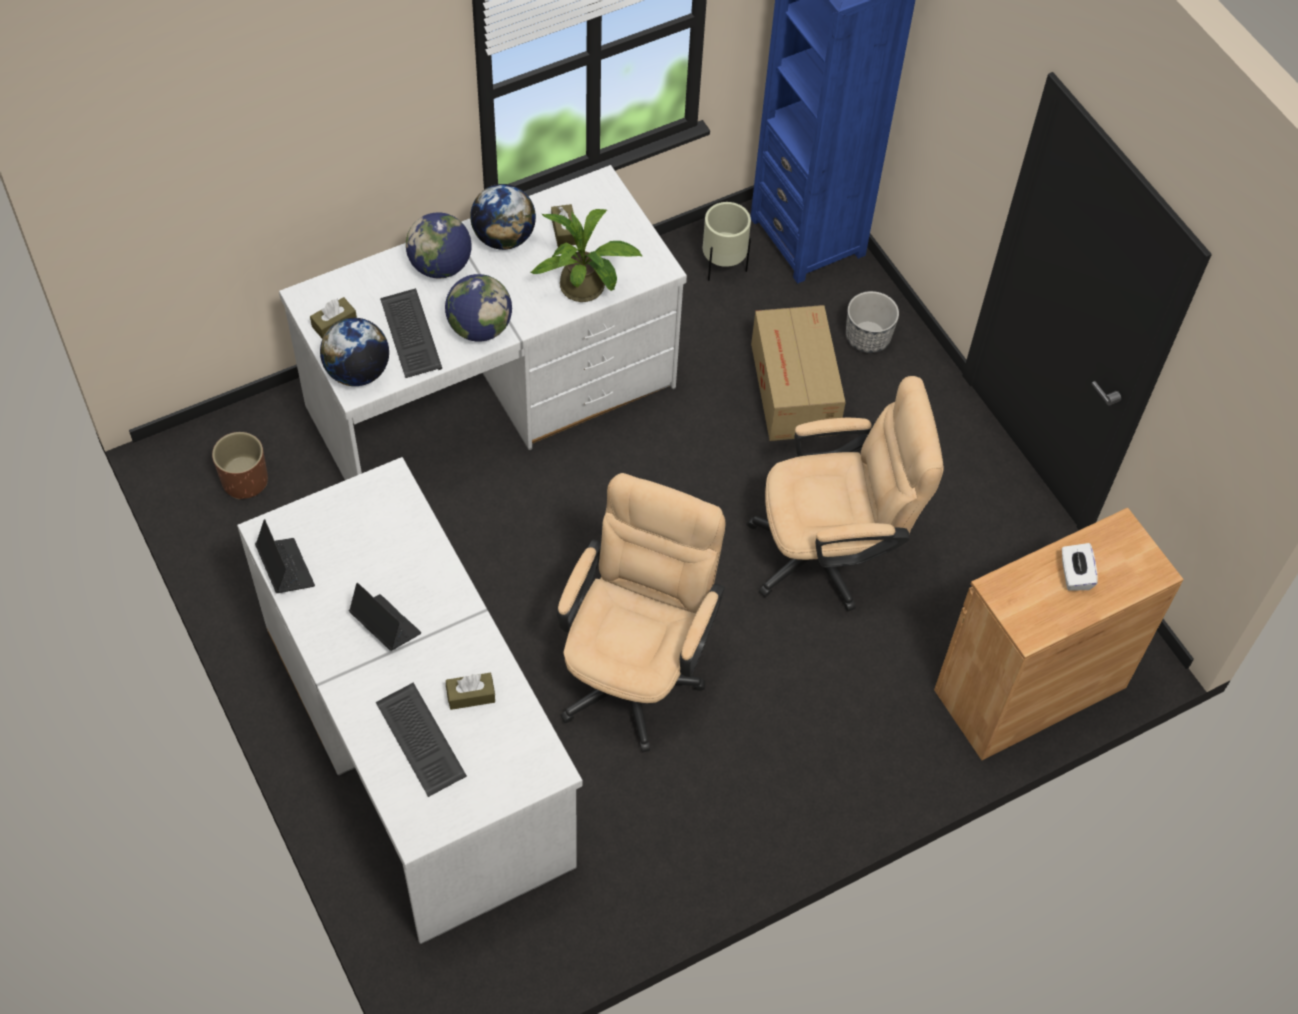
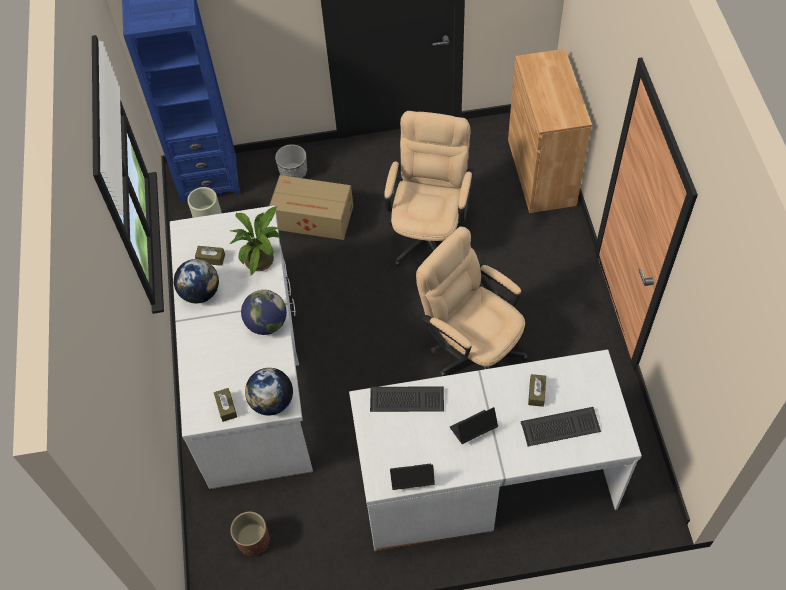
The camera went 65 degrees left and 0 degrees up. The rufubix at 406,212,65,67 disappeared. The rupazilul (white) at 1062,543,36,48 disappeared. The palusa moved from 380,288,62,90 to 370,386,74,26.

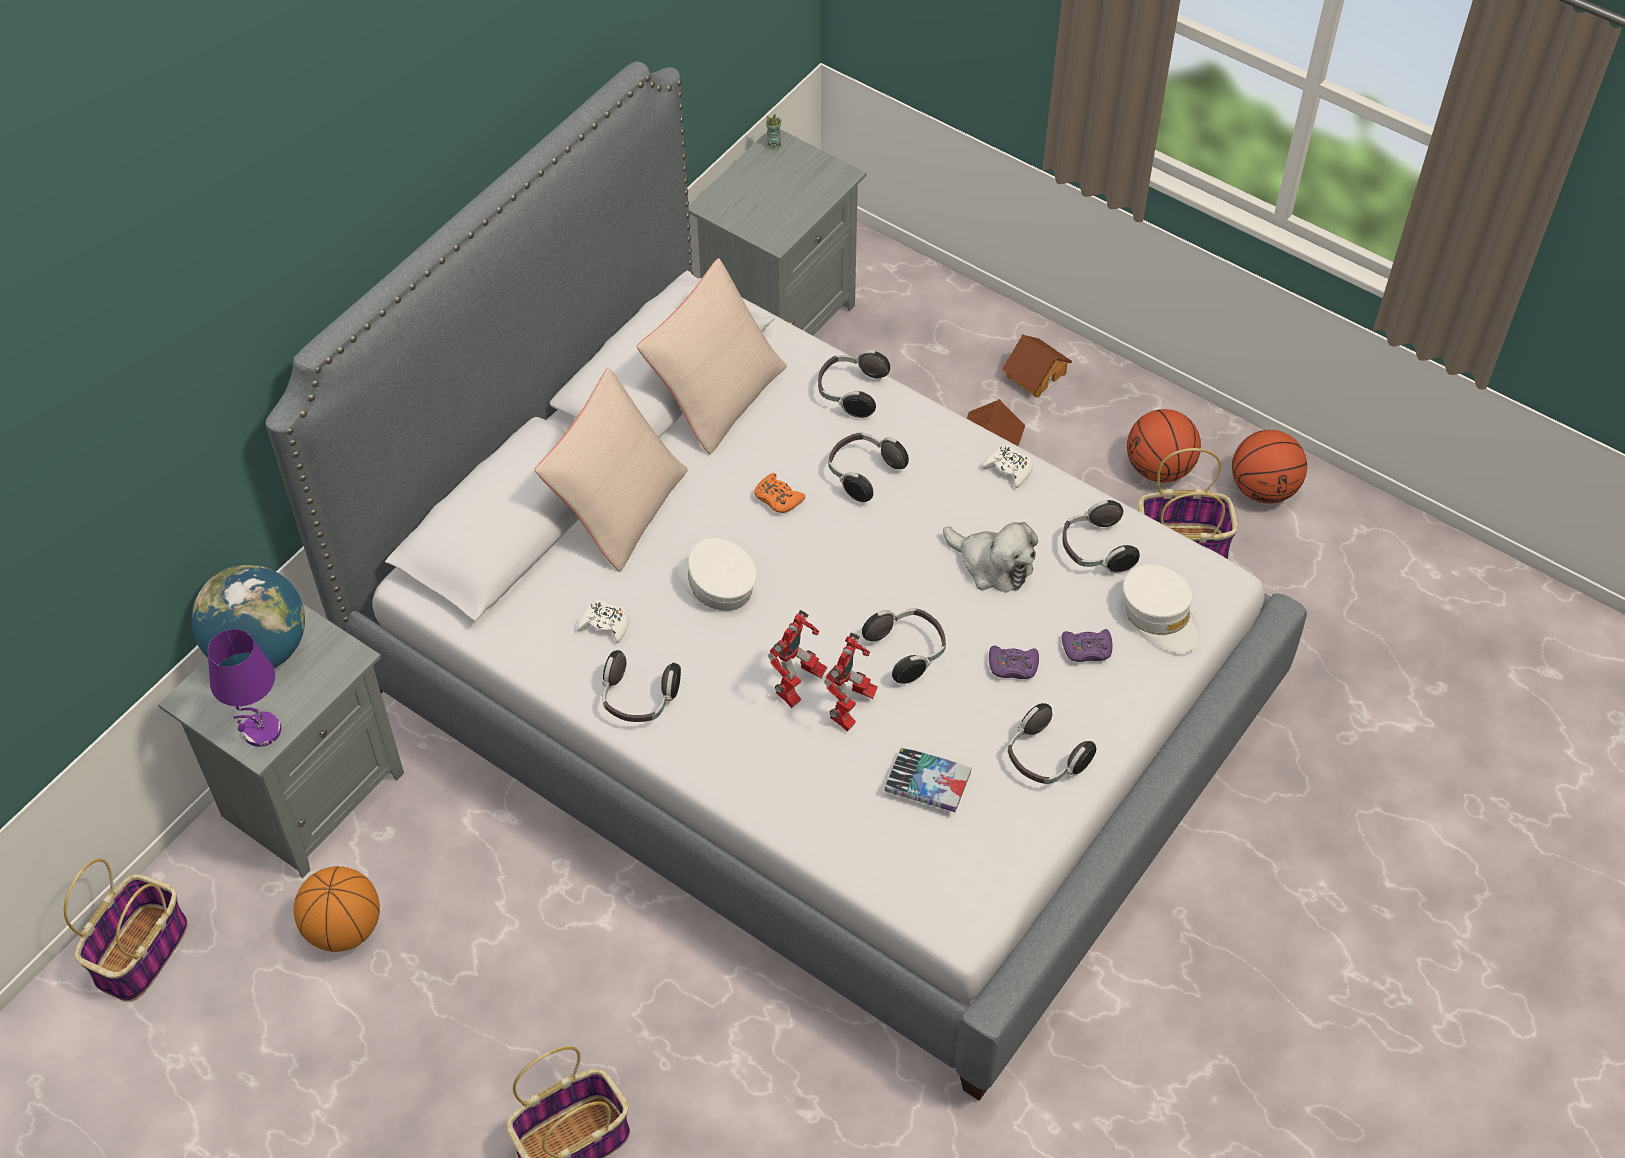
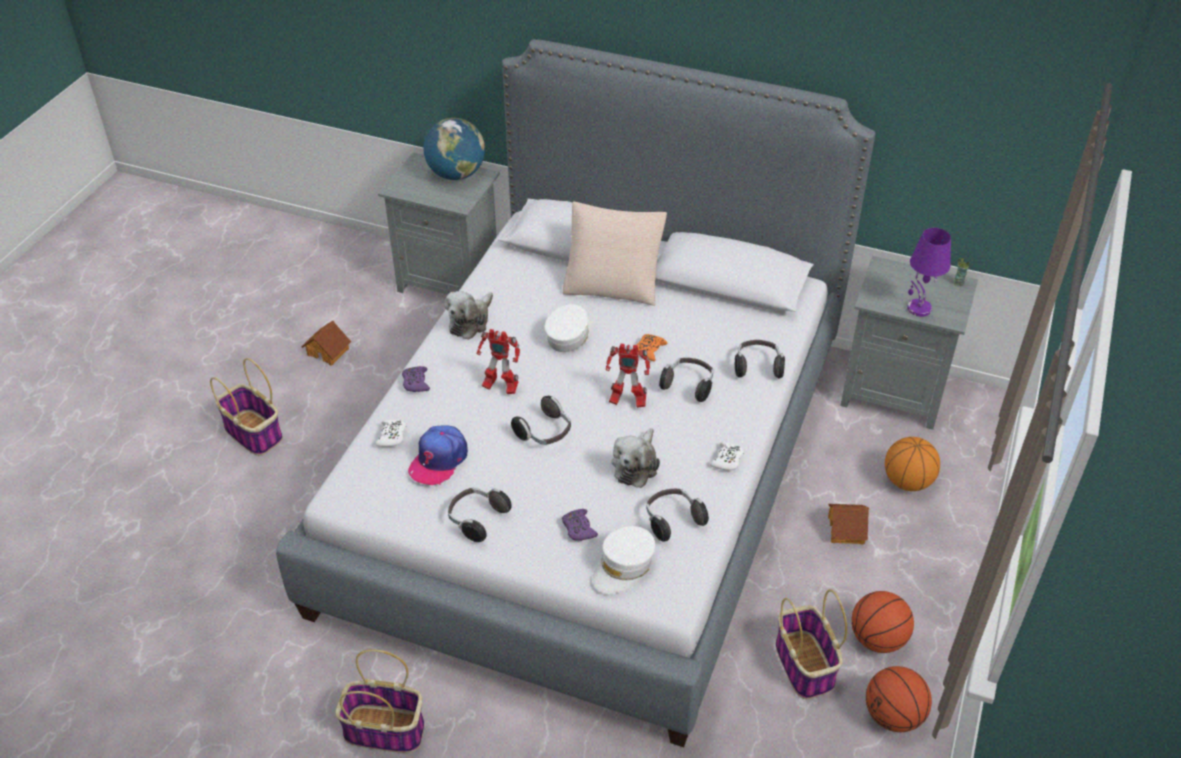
The camera went 75 degrees right and 10 degrees down. The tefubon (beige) at 637,258,150,196 disappeared. The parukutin moved from 64,858,124,144 to 335,649,89,104. The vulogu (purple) moved from 208,629,73,118 to 907,228,44,89. The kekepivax moved from 294,866,86,86 to 885,437,55,54. The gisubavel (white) moved from 577,600,52,43 to 376,419,31,28. The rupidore moved from 824,633,54,99 to 606,344,44,64. The gisubavel (purple) moved from 989,646,50,33 to 402,366,28,26. The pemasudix moved from 1002,334,70,64 to 301,321,50,45. The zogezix at 602,650,79,72 was replaced by the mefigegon at 444,291,49,49. The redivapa at 885,747,87,65 was replaced by the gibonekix at 408,425,60,60.

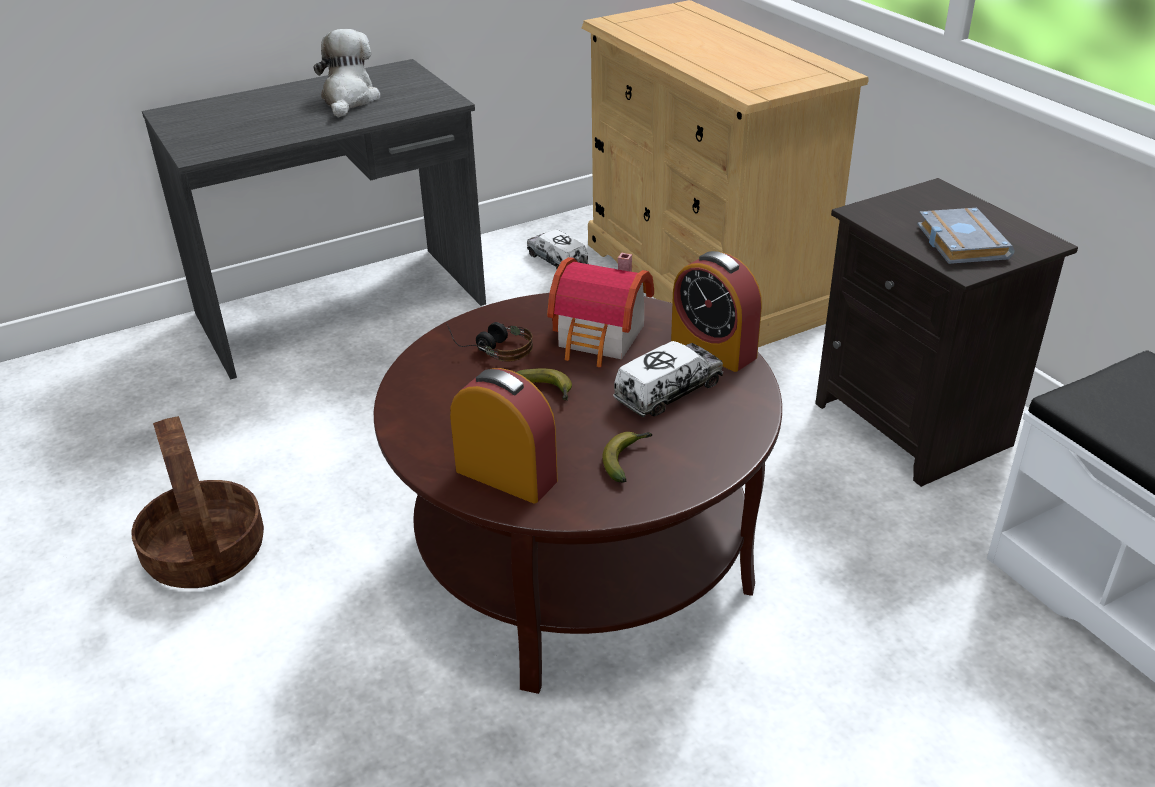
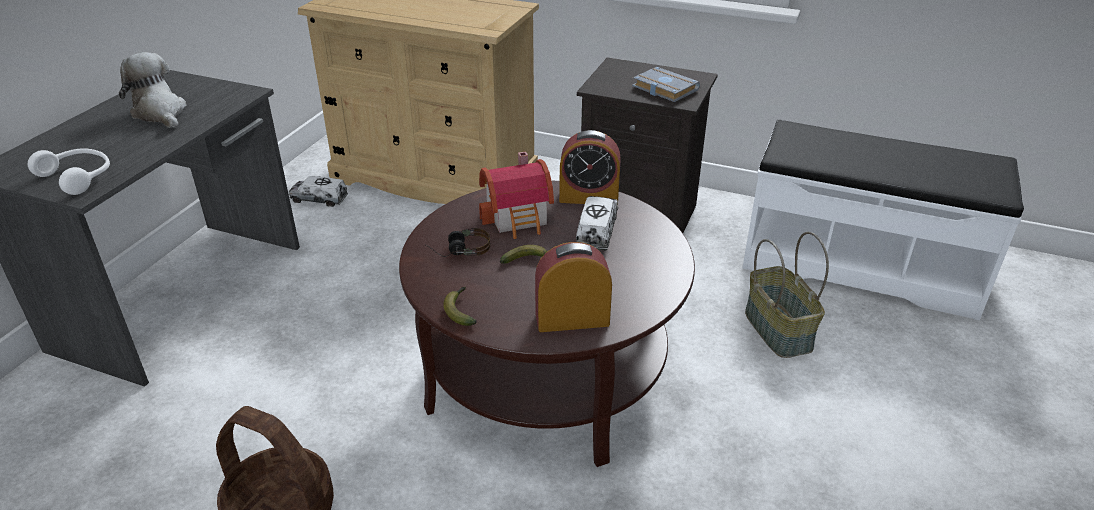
The camera went 40 degrees left and 0 degrees up. The zogezix (white) at 28,148,82,47 appeared. The parukutin at 745,232,84,126 appeared. The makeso moved from 602,432,50,51 to 443,287,34,39.

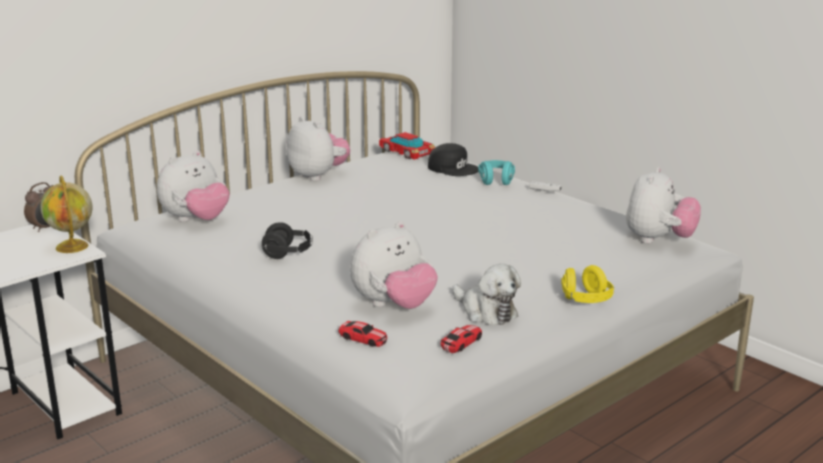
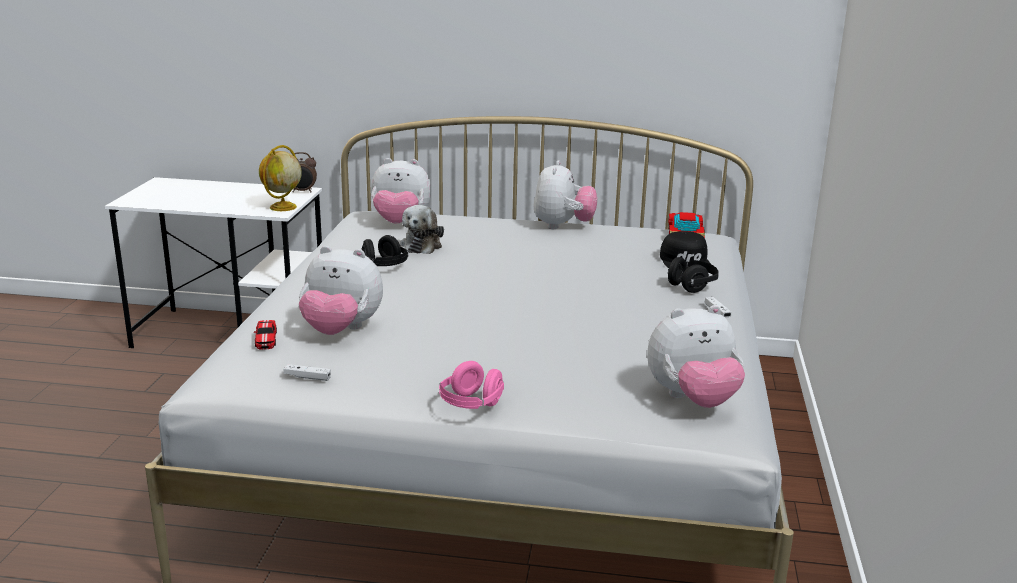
The camera went 50 degrees right and 0 degrees up. The mefigegon moved from 452,264,69,61 to 400,205,44,49. The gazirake at 440,325,42,28 was replaced by the gisubavel (white) at 283,364,48,17. The zogezix (turquoise) at 478,160,37,25 became the zogezix (black) at 668,257,51,36. The zogezix (yellow) at 561,265,54,38 became the zogezix (pink) at 439,361,65,48.

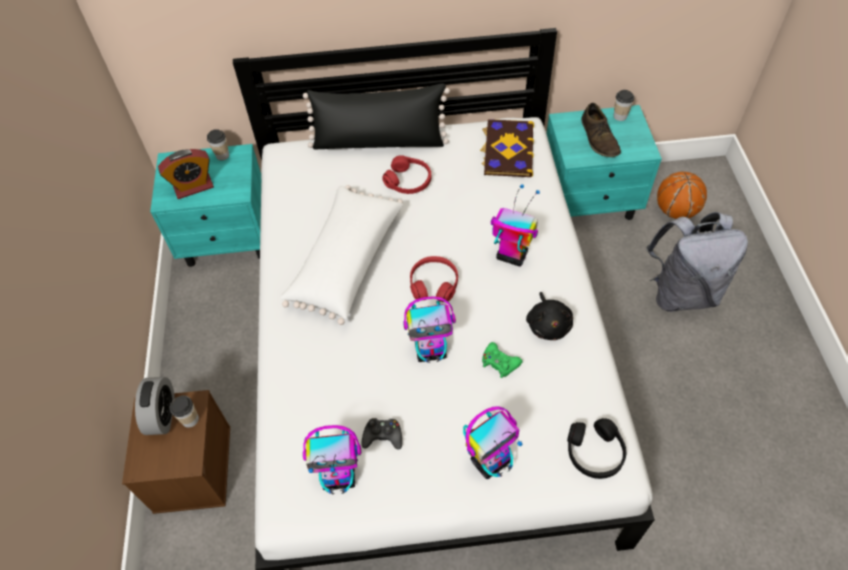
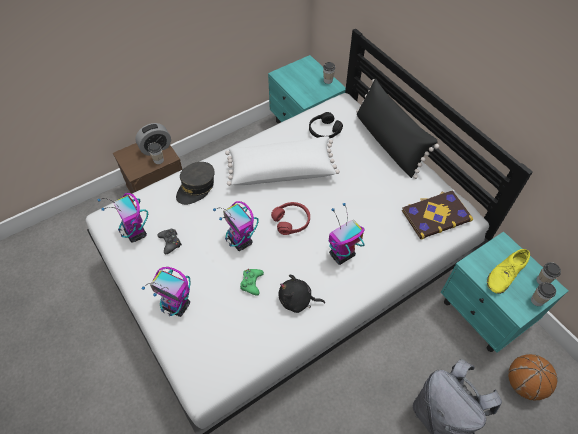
The camera went 60 degrees right and 0 degrees up. The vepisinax at 158,149,56,50 disappeared. The zogezix (red) at 382,155,49,39 disappeared. The gibonekix (grey) at 176,162,39,43 appeared. The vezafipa at 531,282,25,24 appeared. The zogezix (black) moved from 567,418,60,61 to 309,112,34,27. The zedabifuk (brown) at 581,103,40,54 became the zedabifuk (yellow) at 487,249,43,45. The rupidore at 491,184,49,83 turned 120 degrees counterclockwise. The mefigegon (black) at 526,292,47,48 turned 45 degrees clockwise.

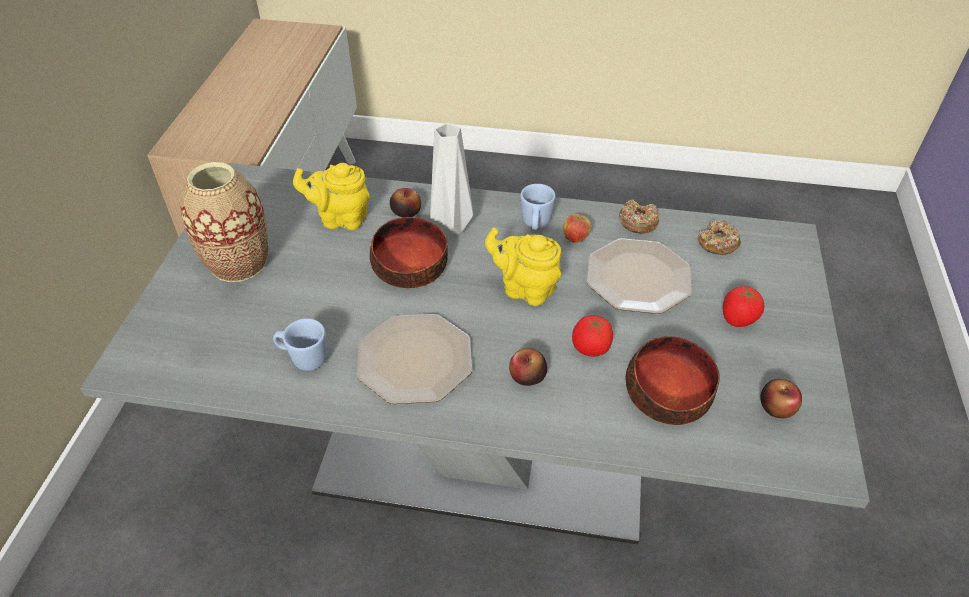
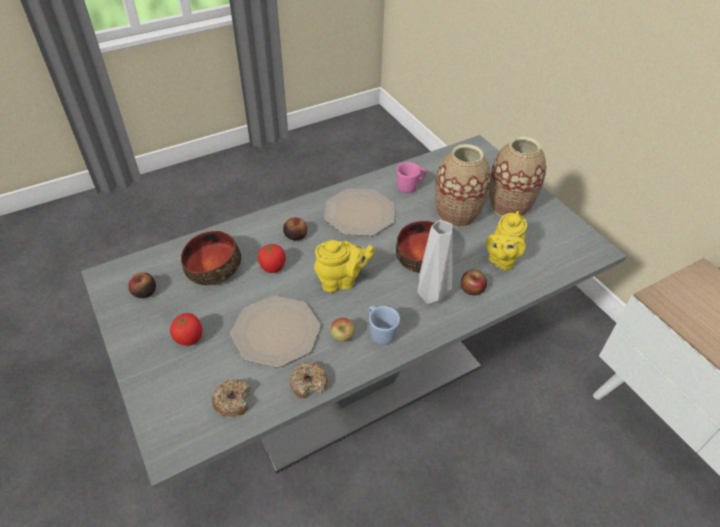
The camera went 140 degrees right and 0 degrees up. The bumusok at 435,144,55,84 appeared. The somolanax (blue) at 273,318,54,53 became the somolanax (pink) at 396,162,31,31. The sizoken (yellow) at 293,163,77,67 turned 150 degrees clockwise.

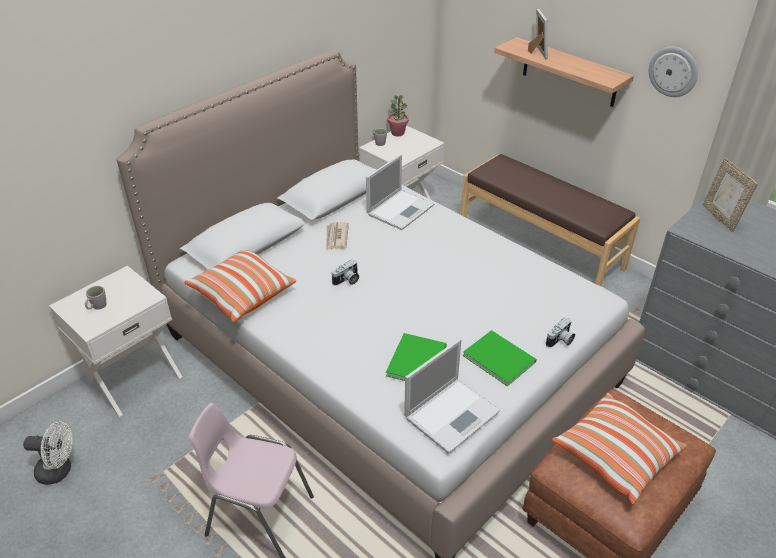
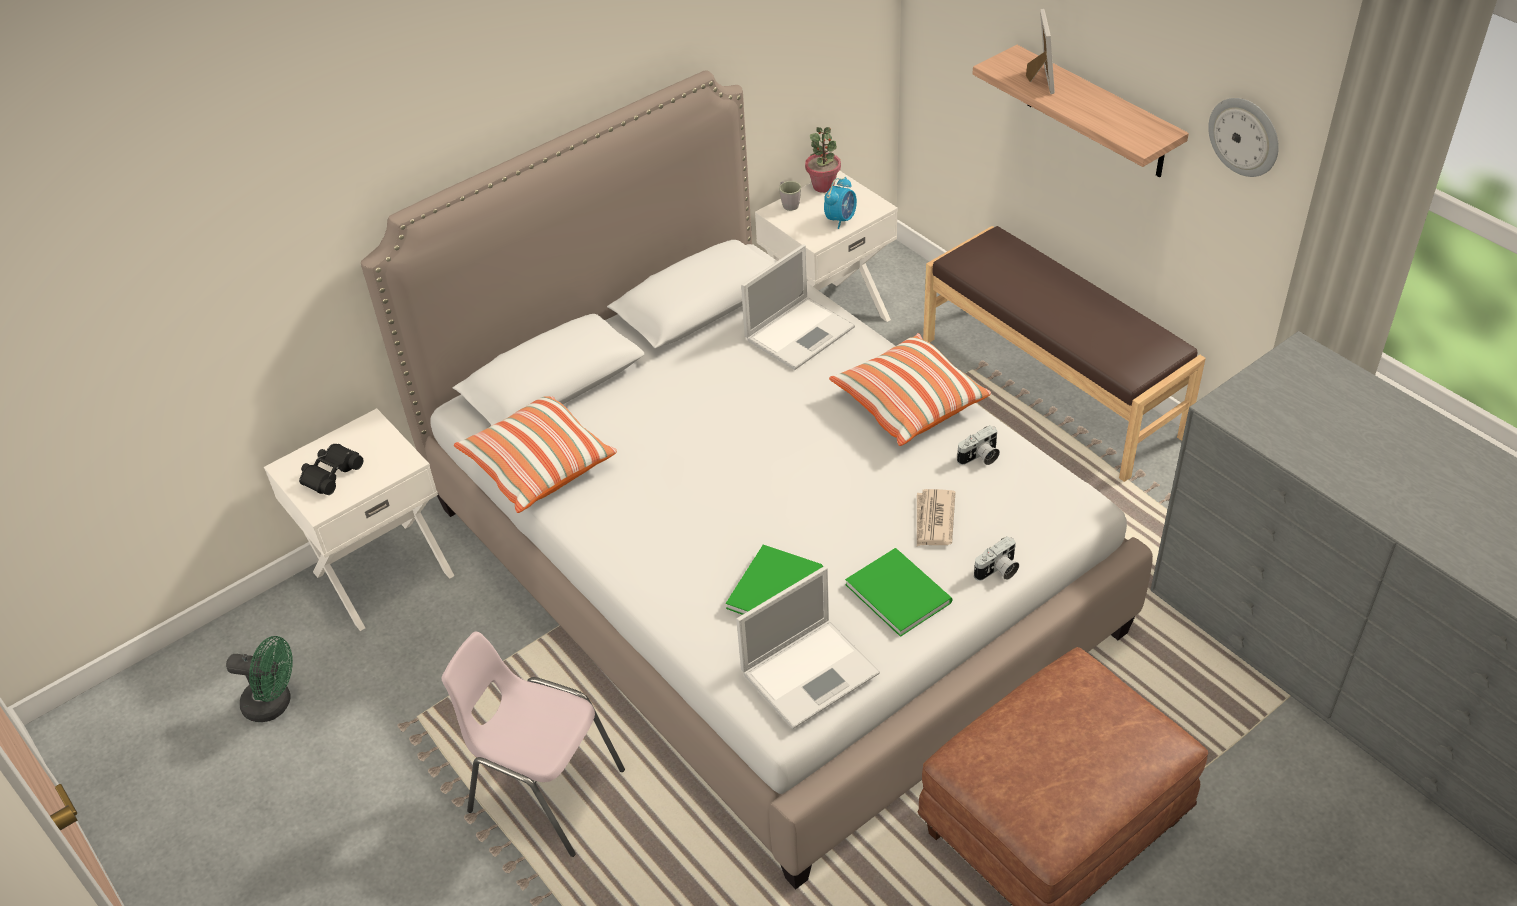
The camera went 10 degrees right and 5 degrees up. The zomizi at 703,157,55,75 disappeared. The vepisinax at 824,177,33,52 appeared. The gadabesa moved from 326,222,23,29 to 917,489,39,57. The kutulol moved from 331,259,28,27 to 957,425,43,40. The tefubon moved from 552,393,134,111 to 829,333,162,113. The somolanax (grey) at 85,286,21,24 was replaced by the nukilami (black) at 299,444,64,51. The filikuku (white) at 23,421,49,64 became the filikuku (green) at 226,636,67,86.

